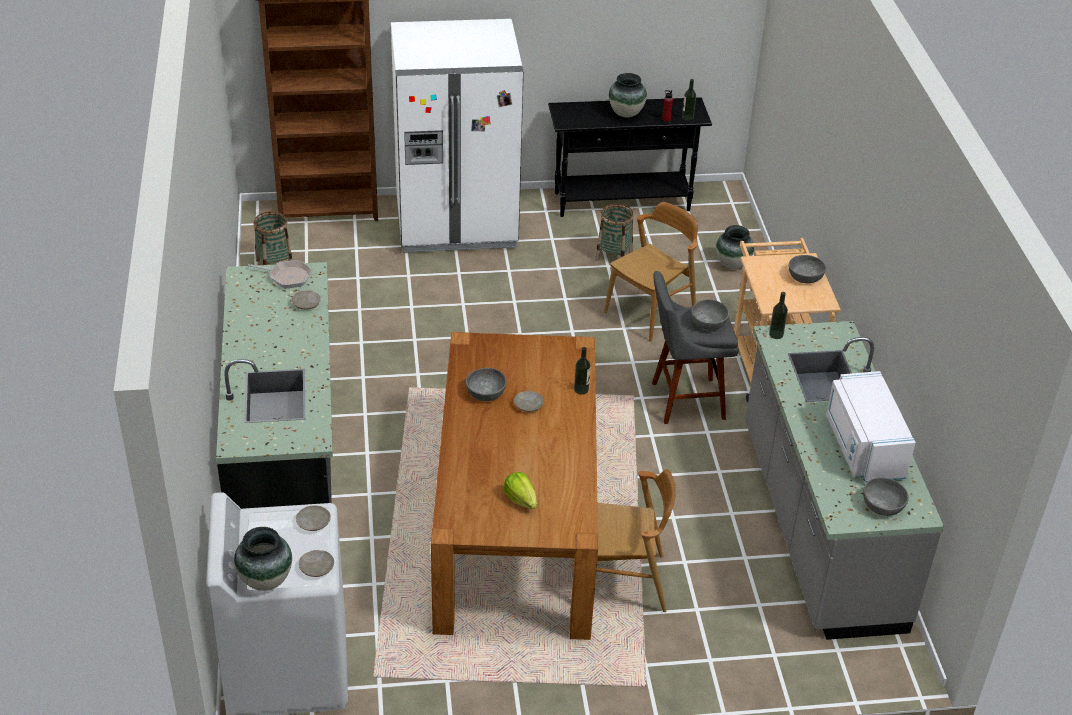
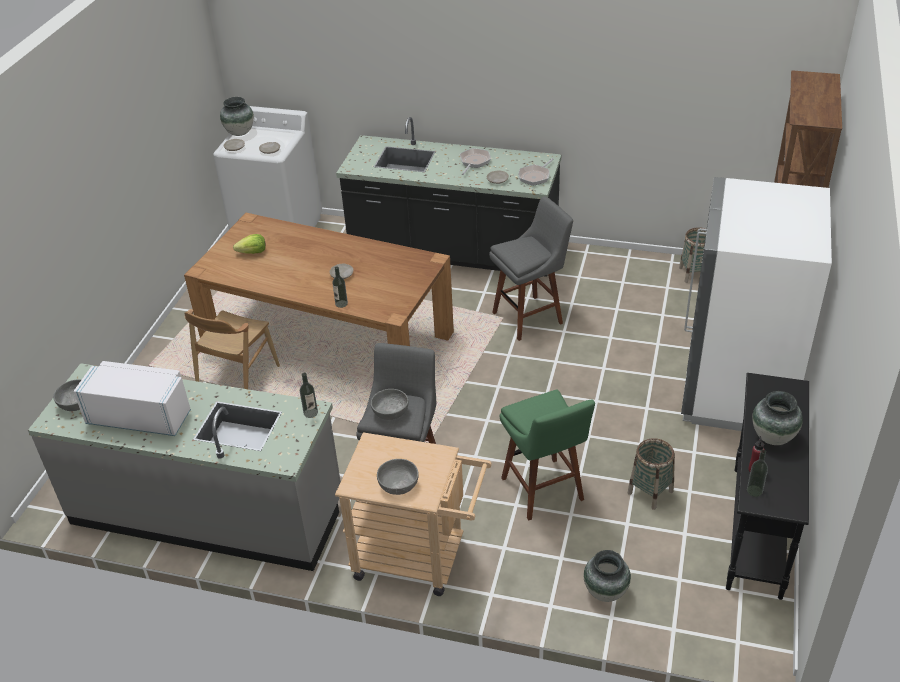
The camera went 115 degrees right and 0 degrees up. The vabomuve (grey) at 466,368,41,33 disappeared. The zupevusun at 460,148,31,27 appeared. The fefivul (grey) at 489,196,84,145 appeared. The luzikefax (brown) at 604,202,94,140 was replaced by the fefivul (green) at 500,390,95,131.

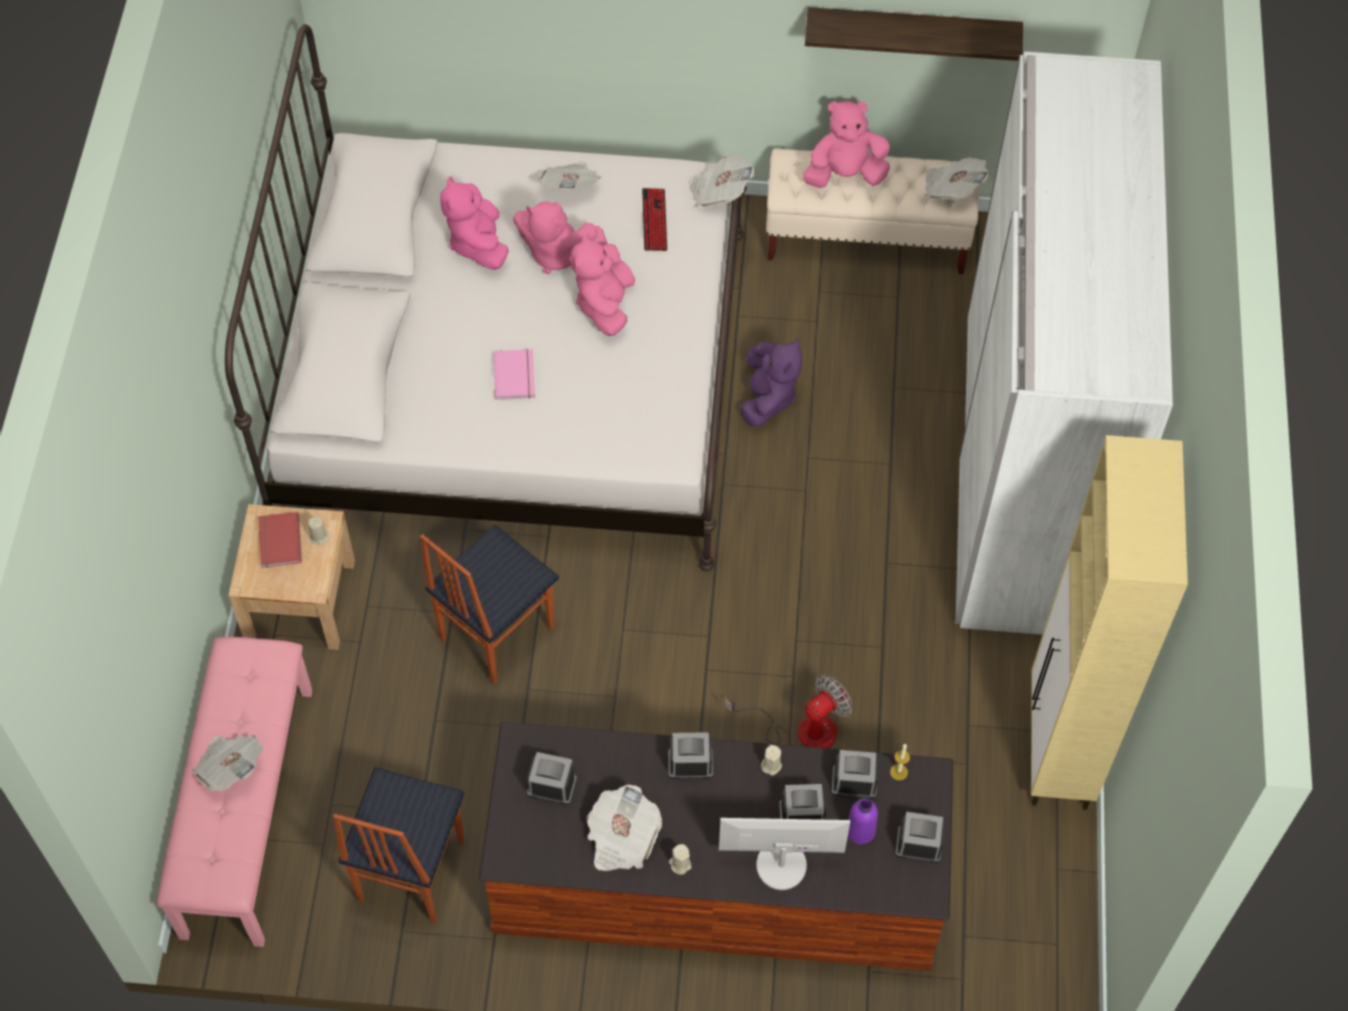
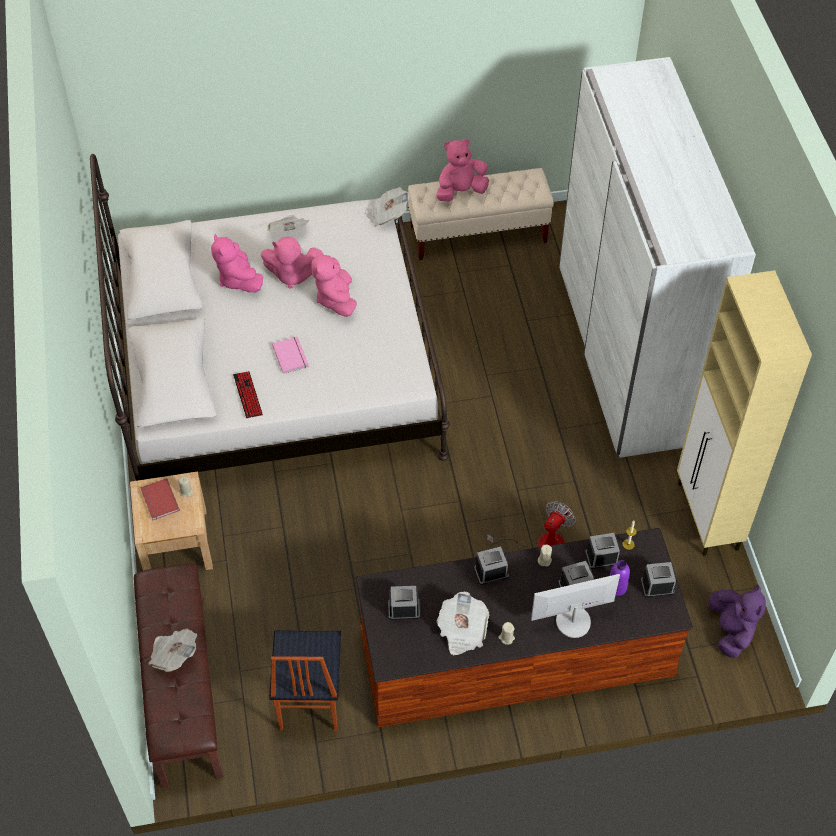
The camera went 15 degrees left and 5 degrees down. The luzikefax at 420,524,139,161 disappeared. The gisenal at 805,7,218,54 disappeared. The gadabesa at 924,157,65,43 disappeared. The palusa moved from 642,188,25,63 to 233,371,30,47. The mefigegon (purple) moved from 740,338,62,89 to 708,585,58,73. The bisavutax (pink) at 157,637,155,310 became the bisavutax (brown) at 134,564,89,224.

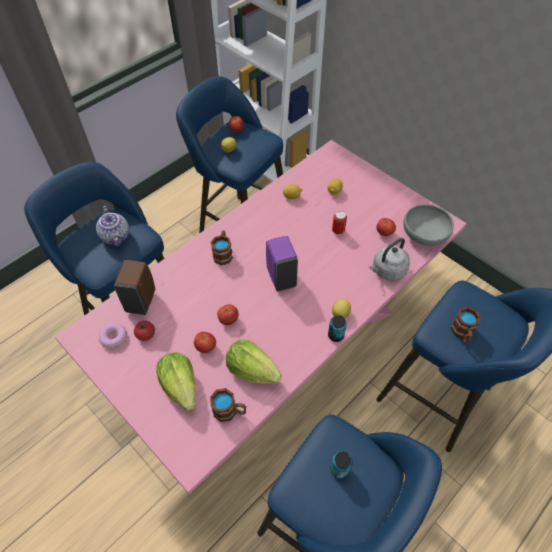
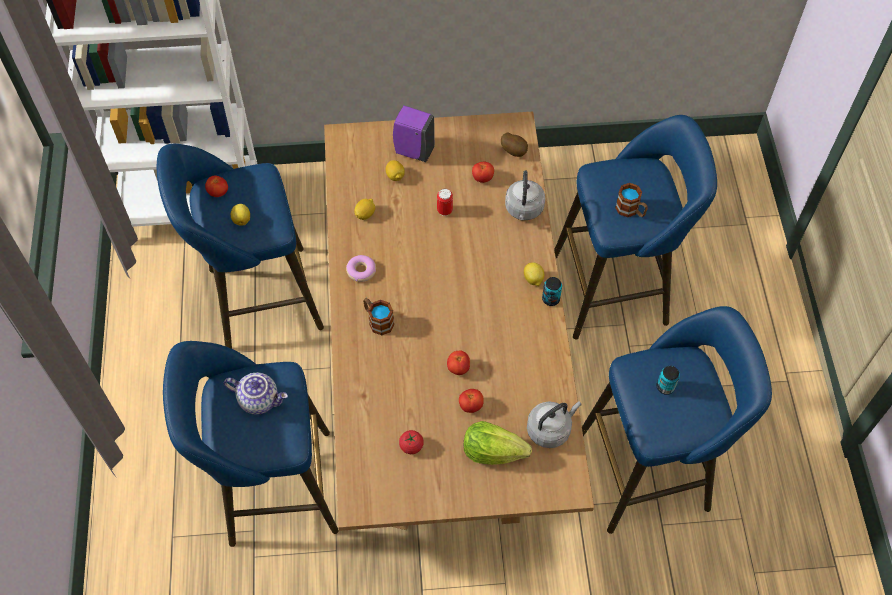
The camera went 50 degrees left and 5 degrees up. The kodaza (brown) at 114,260,41,55 disappeared. The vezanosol at 226,340,56,44 disappeared. The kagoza moved from 99,323,28,26 to 346,255,30,27. The kodaza (purple) moved from 266,236,32,55 to 393,106,42,56. The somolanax at 210,388,36,34 was replaced by the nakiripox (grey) at 527,401,55,47. The vabomuve (grey) at 403,204,51,42 was replaced by the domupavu at 501,133,27,24. The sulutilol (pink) at 55,140,412,354 became the sulutilol (brown) at 324,111,270,420.

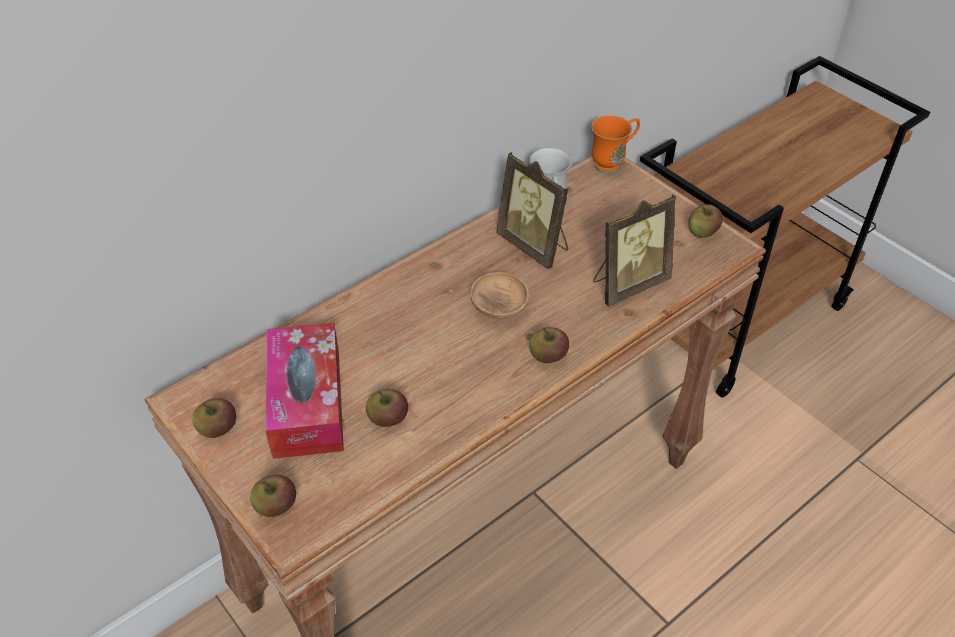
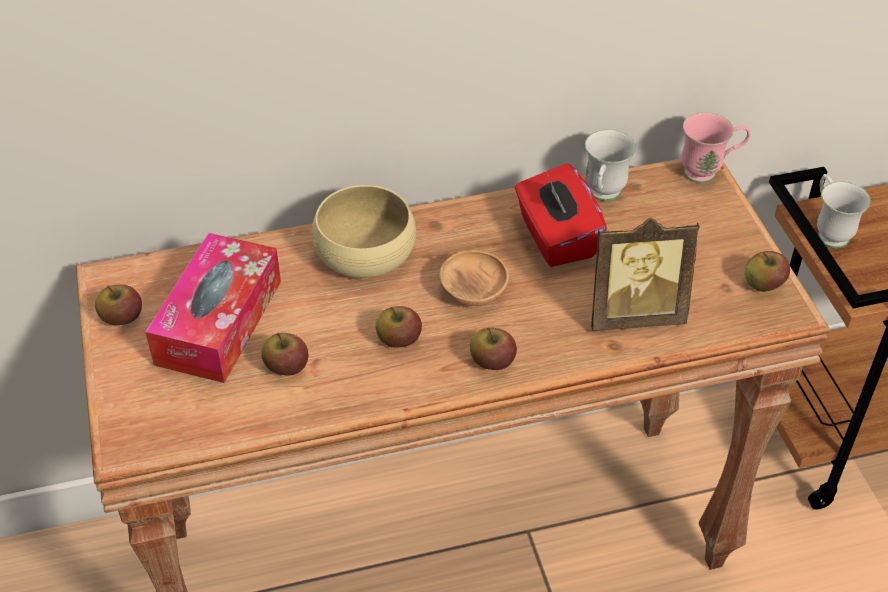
The camera went 25 degrees right and 0 degrees up. The vabomuve (beige) at 312,185,104,93 appeared. The somolanax (white) at 817,174,54,74 appeared. The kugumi moved from 250,475,46,42 to 375,306,47,42. The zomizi at 496,152,72,117 was replaced by the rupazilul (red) at 514,163,93,104. The somolanax (orange) at 591,115,49,58 became the somolanax (pink) at 681,112,69,71.

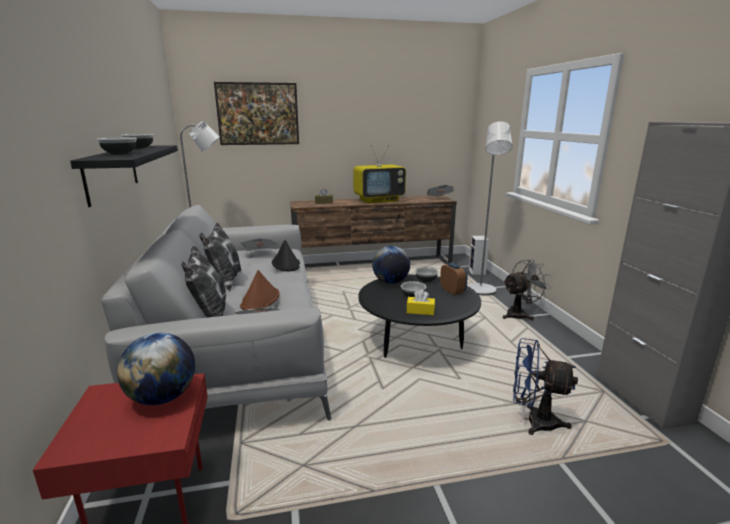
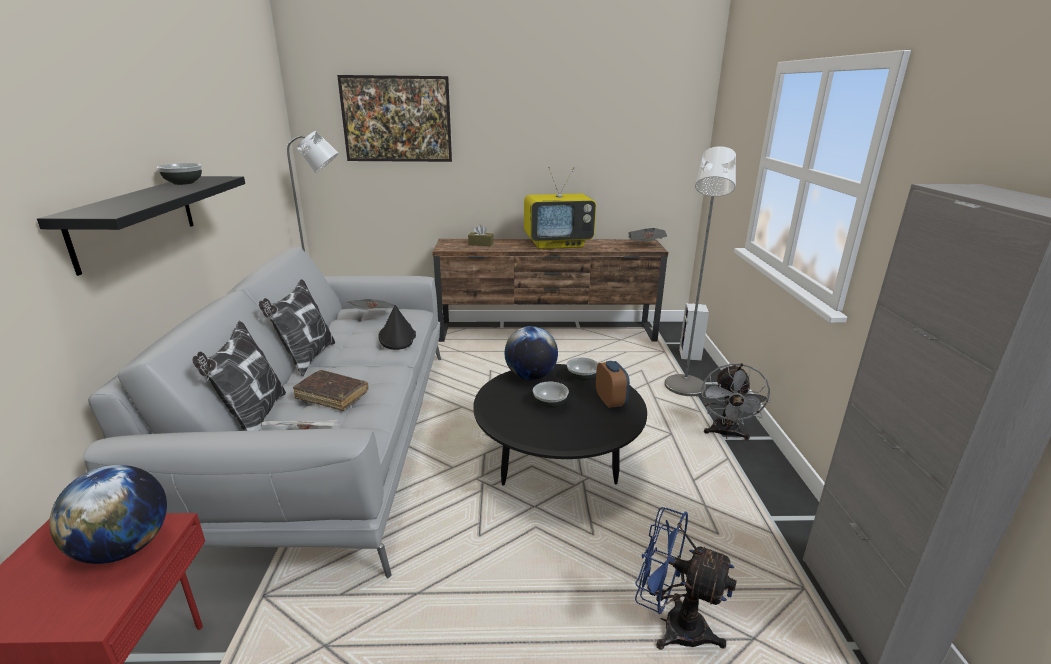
The camera went 10 degrees right and 5 degrees up. The vabomuve at 97,137,40,18 disappeared. The rupazilul (yellow) at 407,289,28,26 disappeared. The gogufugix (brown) at 240,270,39,40 was replaced by the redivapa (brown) at 293,370,76,41. The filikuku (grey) at 503,259,48,61 turned 120 degrees clockwise.

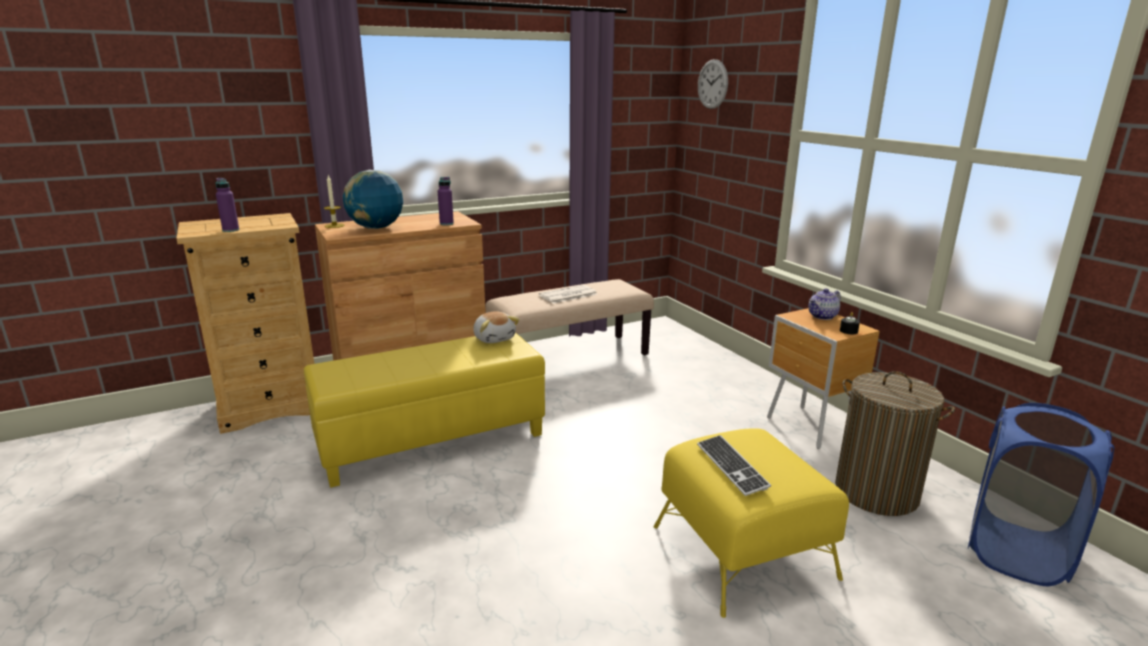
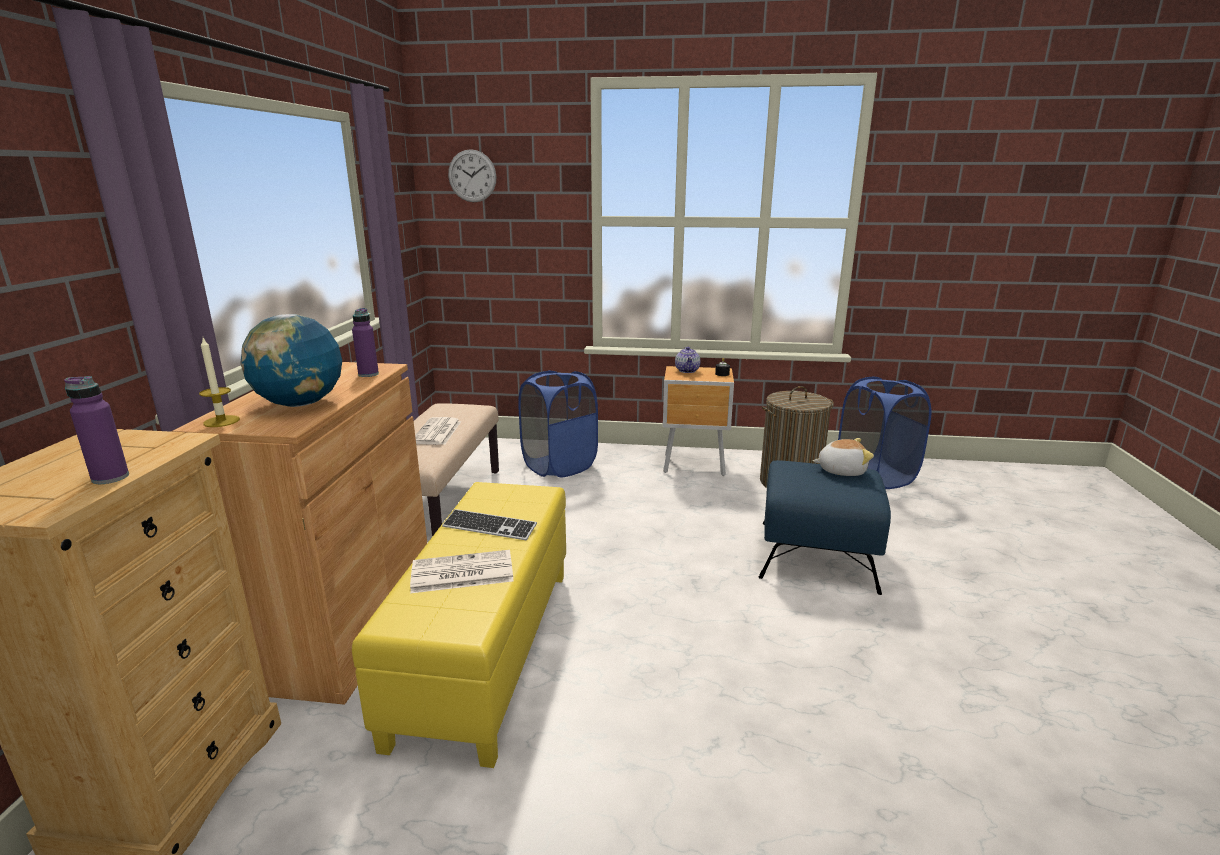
The camera went 55 degrees left and 0 degrees up. The gadabesa at 410,550,104,43 appeared. The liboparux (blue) at 518,370,80,108 appeared. The mefigegon moved from 473,311,47,32 to 813,438,61,38. The palusa moved from 697,435,74,61 to 442,509,95,31. The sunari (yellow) at 654,428,195,190 became the sunari (blue) at 759,460,132,135.

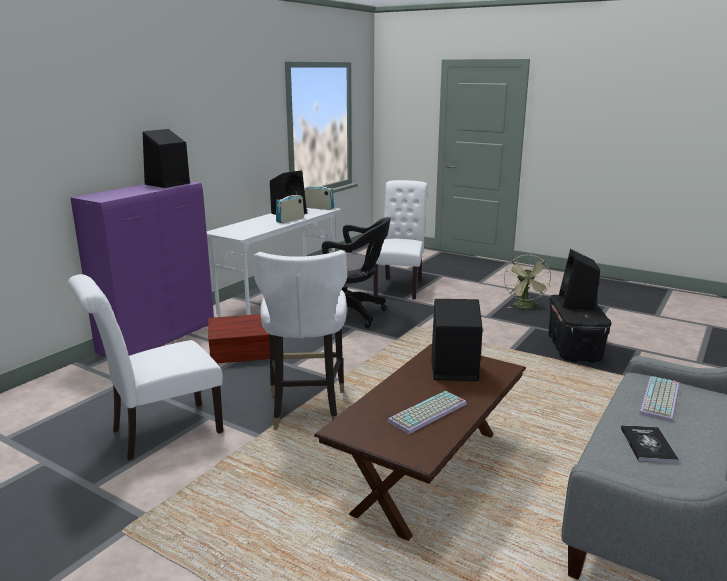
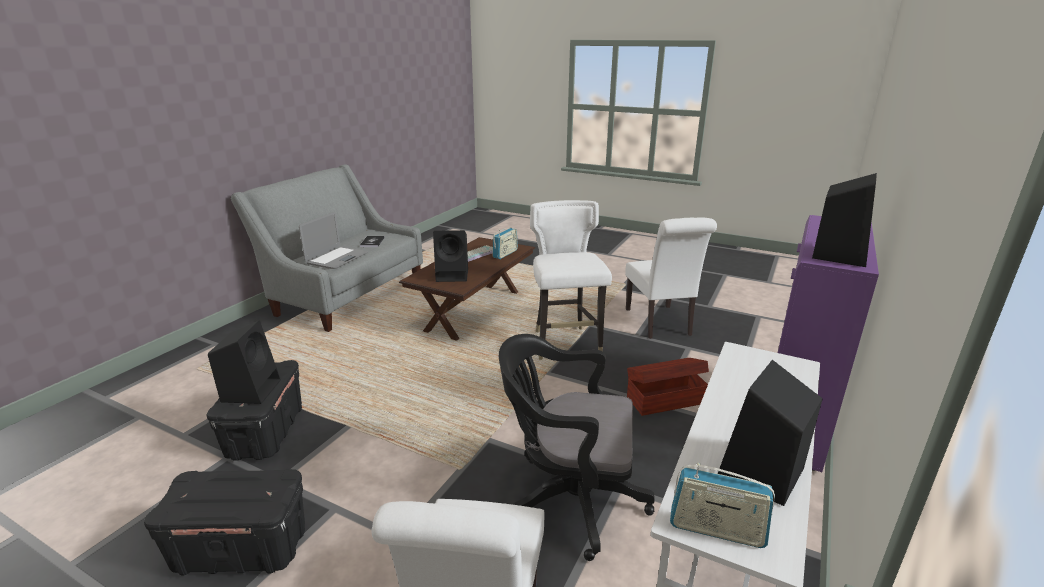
The camera went 175 degrees right and 5 degrees up. The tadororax moved from 276,191,28,32 to 492,228,26,31. The filikuku (green) at 504,255,48,54 was replaced by the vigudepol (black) at 144,469,161,106. The palusa at 639,376,40,46 was replaced by the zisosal at 299,212,69,57. The luzikefax (white) at 68,274,155,186 turned 120 degrees clockwise.

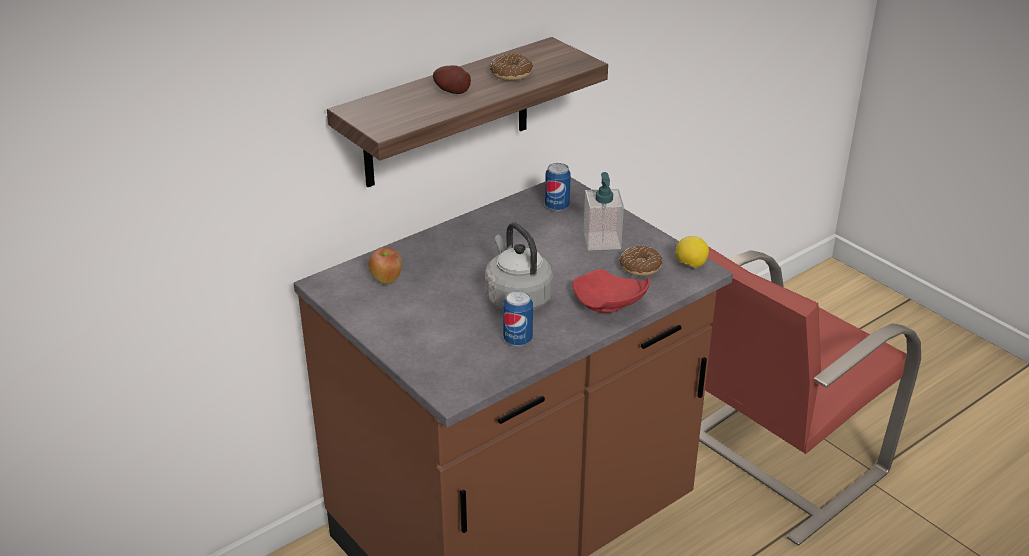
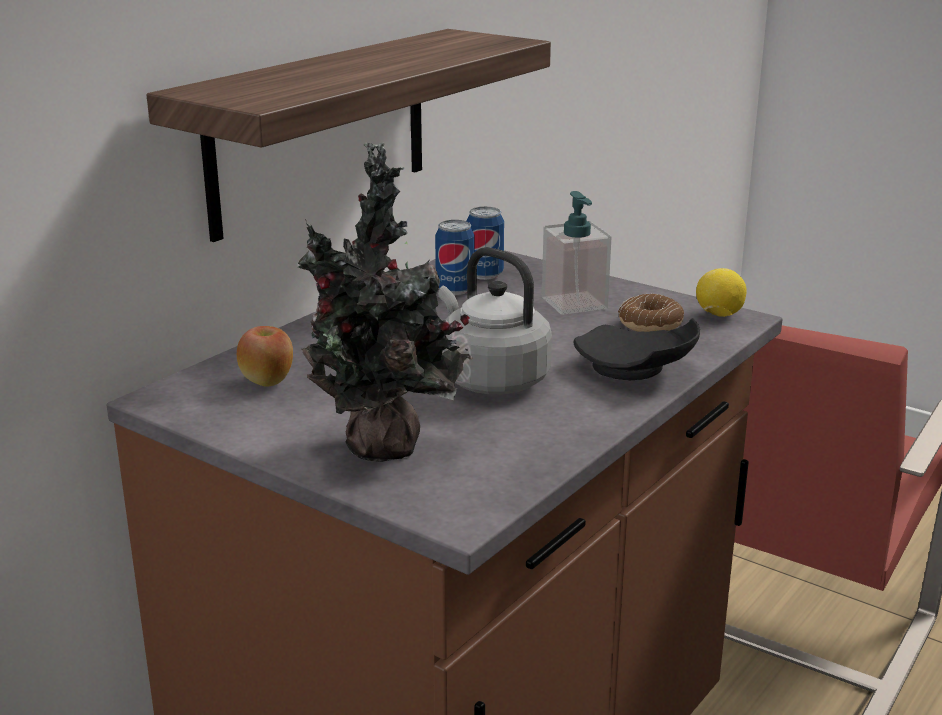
The camera went 15 degrees left and 10 degrees down. The domupavu at 433,65,38,29 disappeared. The kagoza at 490,53,43,28 disappeared. The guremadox at 298,142,175,320 appeared. The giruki moved from 503,290,30,56 to 435,220,40,75. The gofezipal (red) at 573,269,77,44 became the gofezipal (black) at 573,318,127,62.

